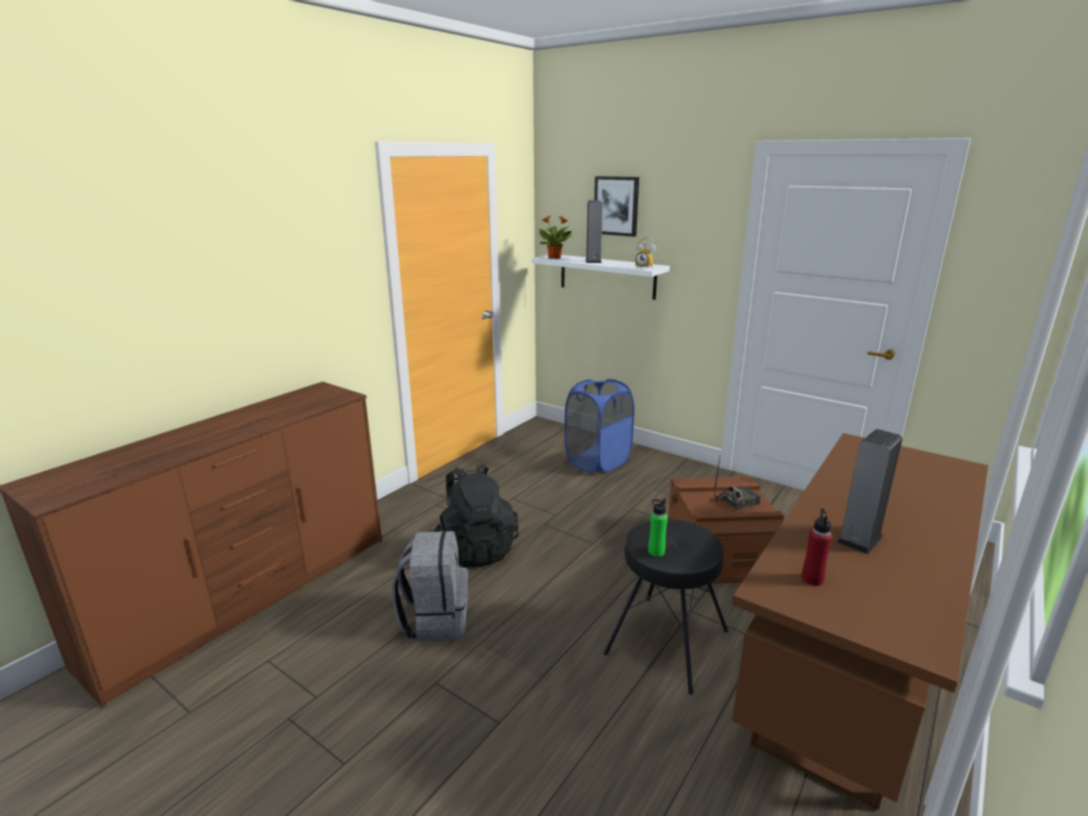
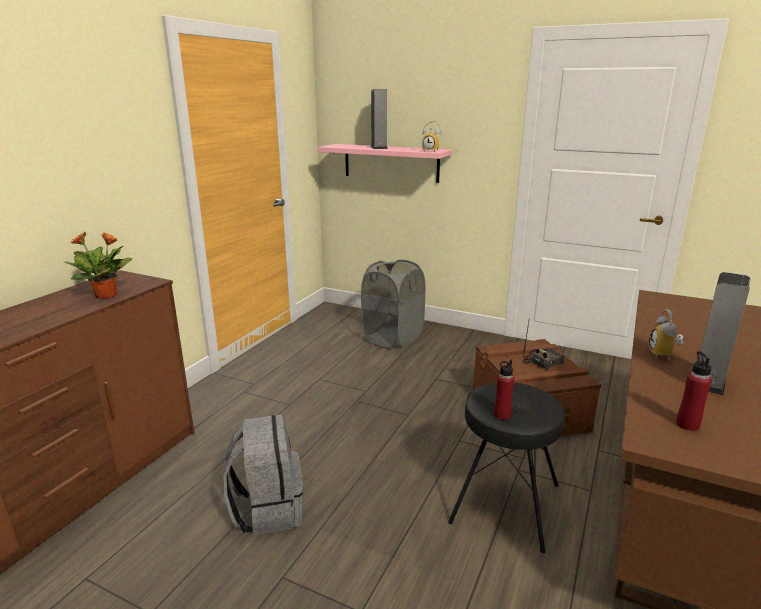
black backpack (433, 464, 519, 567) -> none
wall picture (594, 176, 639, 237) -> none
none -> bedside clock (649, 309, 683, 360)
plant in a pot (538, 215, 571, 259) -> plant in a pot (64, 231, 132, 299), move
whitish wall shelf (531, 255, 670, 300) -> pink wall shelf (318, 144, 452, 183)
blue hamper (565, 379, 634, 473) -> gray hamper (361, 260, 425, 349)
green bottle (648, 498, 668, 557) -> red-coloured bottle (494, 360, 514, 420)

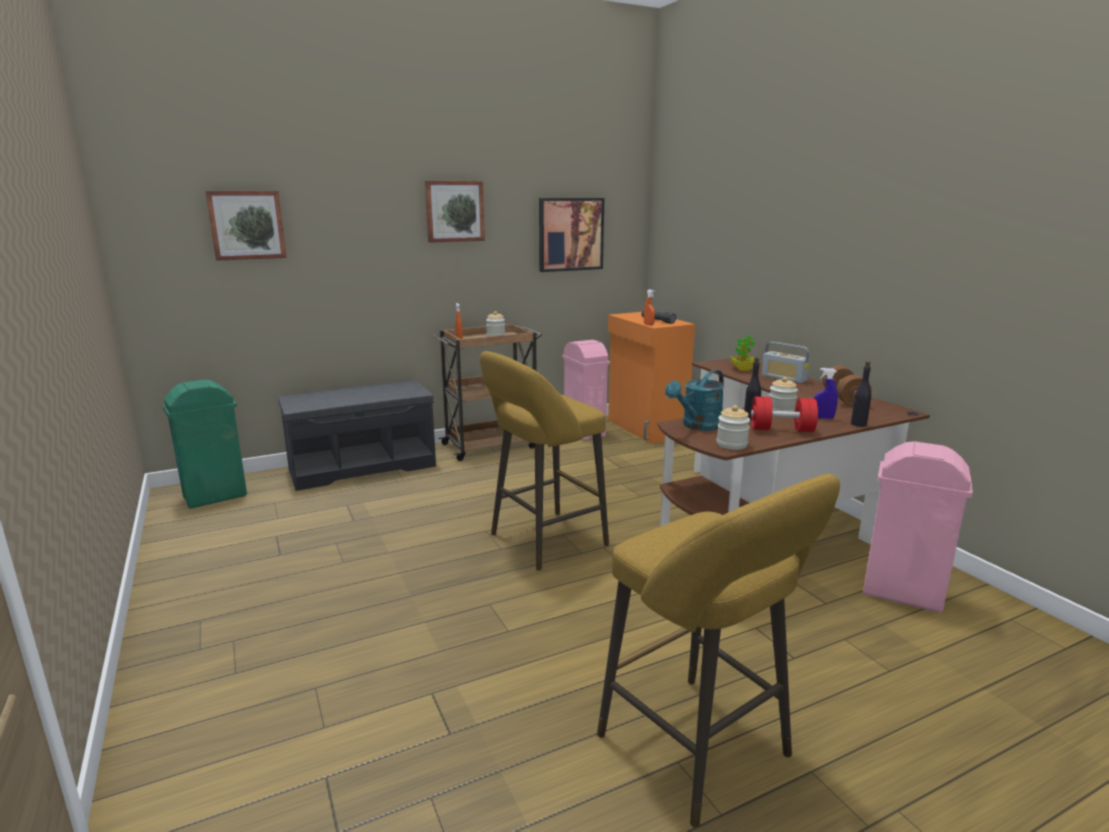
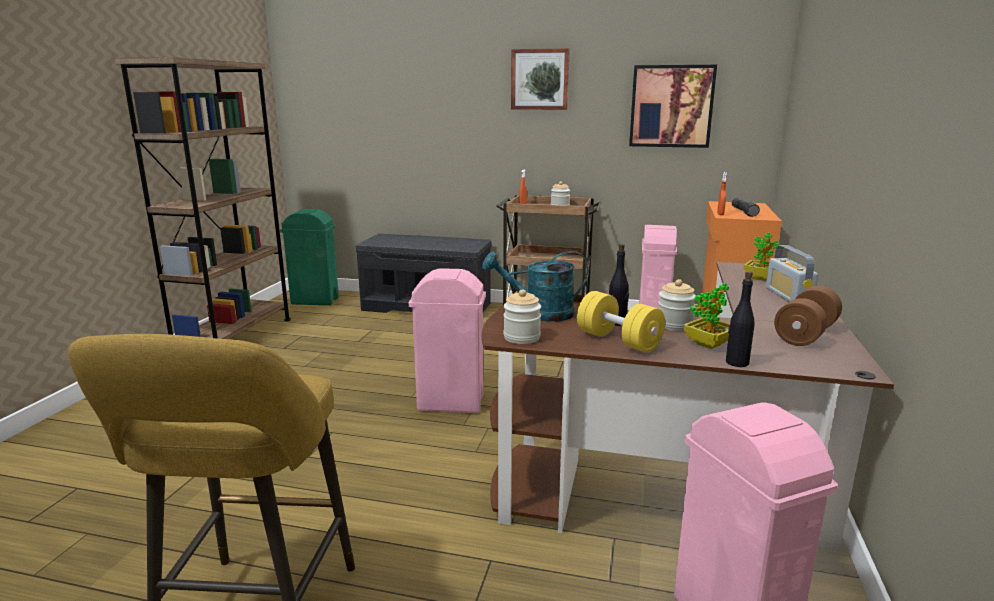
wall picture (205, 191, 287, 261) -> none
none -> brownish bookcase (115, 57, 291, 339)
yellow stool seat (480, 351, 609, 571) -> pink rubbish bin (409, 268, 486, 413)
blue sprayer (814, 368, 838, 419) -> plant in a pot (683, 283, 730, 349)
red-coloured dumbbell (751, 396, 818, 432) -> yellow dumbbell (577, 291, 665, 353)

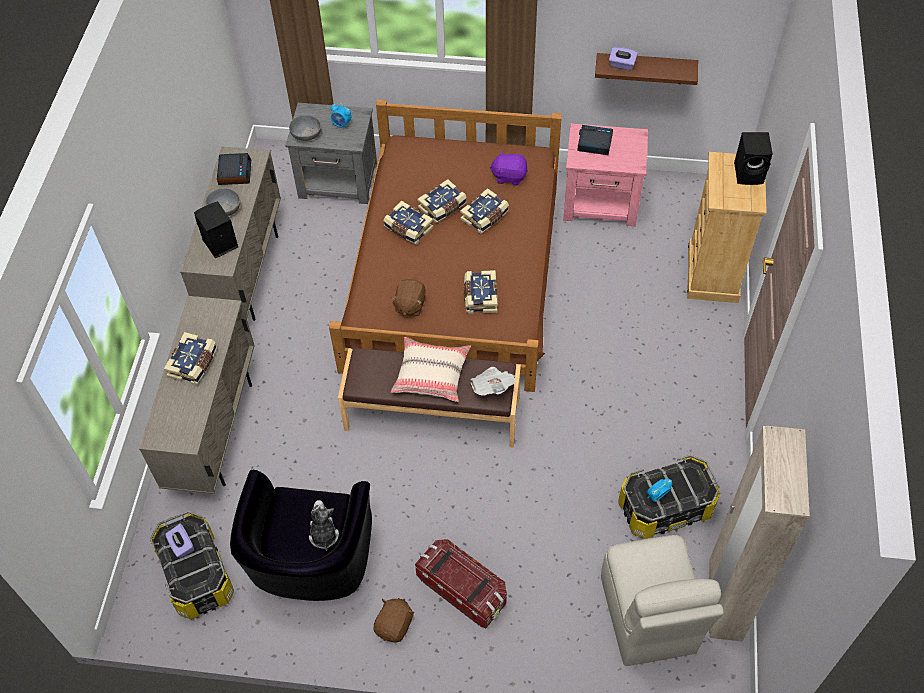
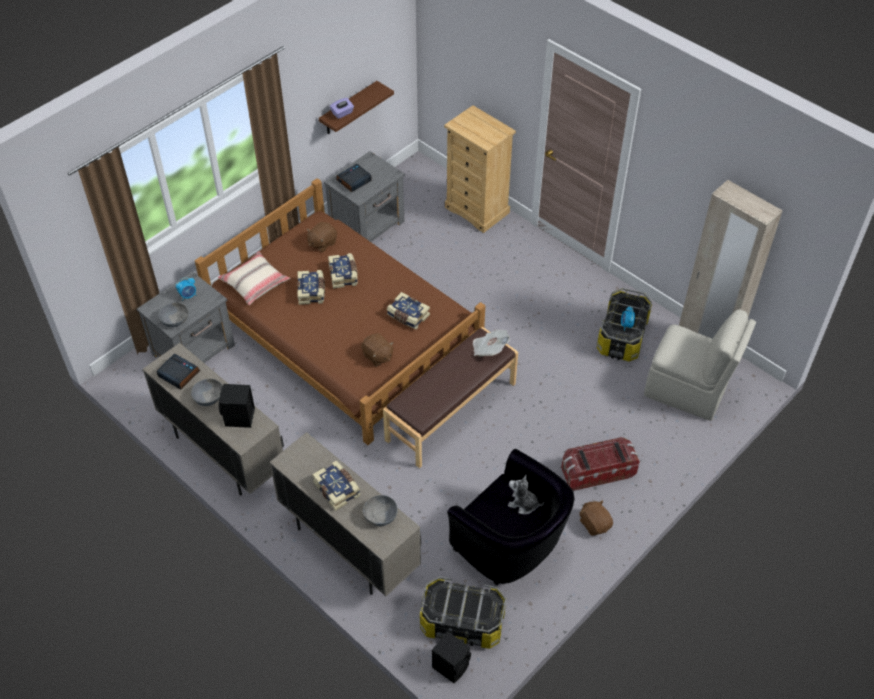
purple tissue holder (165, 524, 194, 558) -> none
bound book (383, 201, 434, 245) -> none
none -> gray serving bowl (363, 495, 398, 526)
beige-coloured cushion (391, 337, 471, 402) -> beige-coloured cushion (218, 251, 290, 305), move
black speaker (734, 132, 773, 185) -> black speaker (432, 631, 471, 683), move
purple plush toy (490, 151, 528, 185) -> brownish plush toy (307, 222, 337, 252)
pink bedside table (563, 123, 648, 227) -> gray bedside table (324, 151, 405, 242)

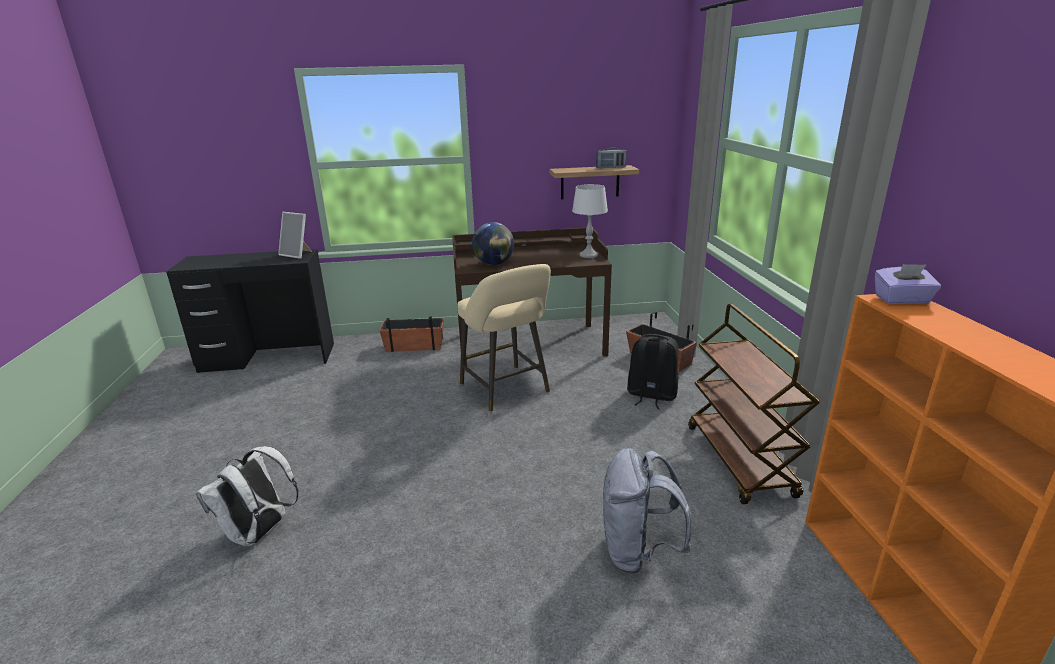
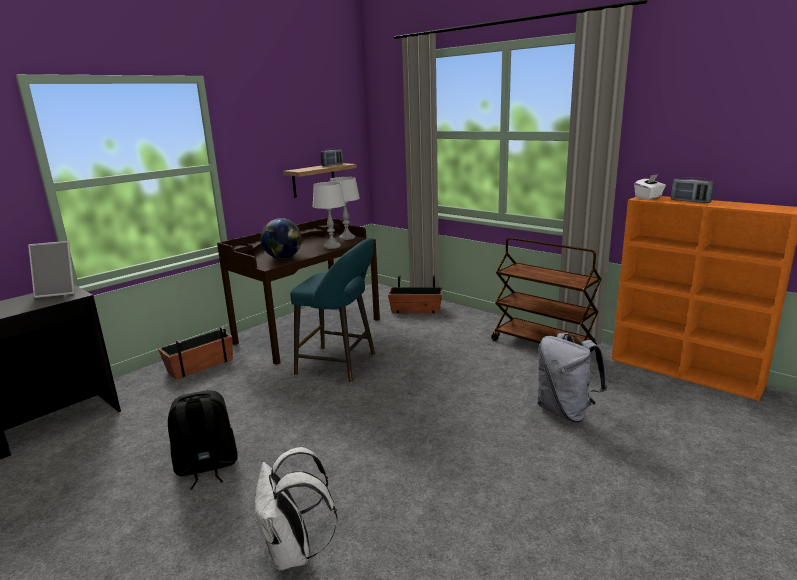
none -> gray tabletop lamp (312, 182, 345, 249)
none -> radio receiver (671, 177, 714, 203)
black backpack (627, 334, 679, 409) -> black backpack (168, 390, 238, 490), move
beige-coloured stool seat (458, 264, 551, 412) -> turquoise-coloured stool seat (290, 238, 375, 383)
purple tissue holder (875, 264, 941, 304) -> whitish tissue holder (634, 174, 666, 199)

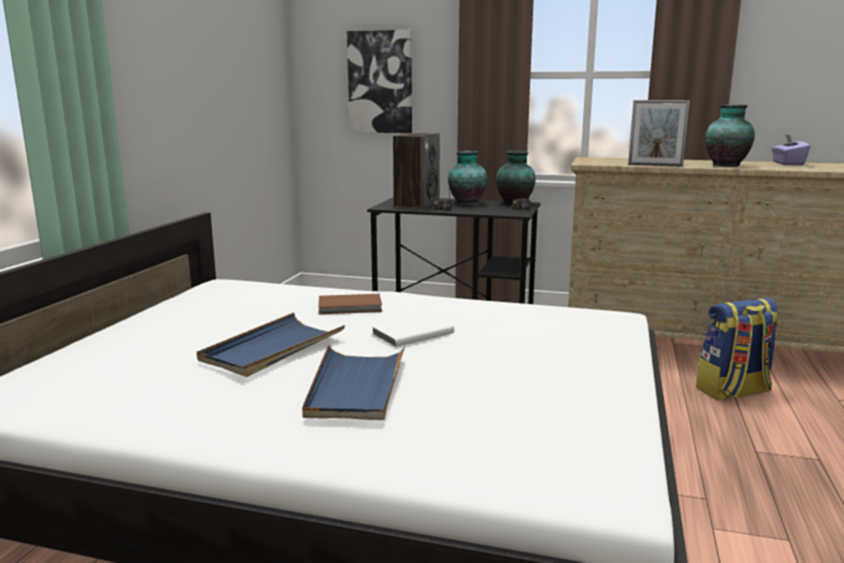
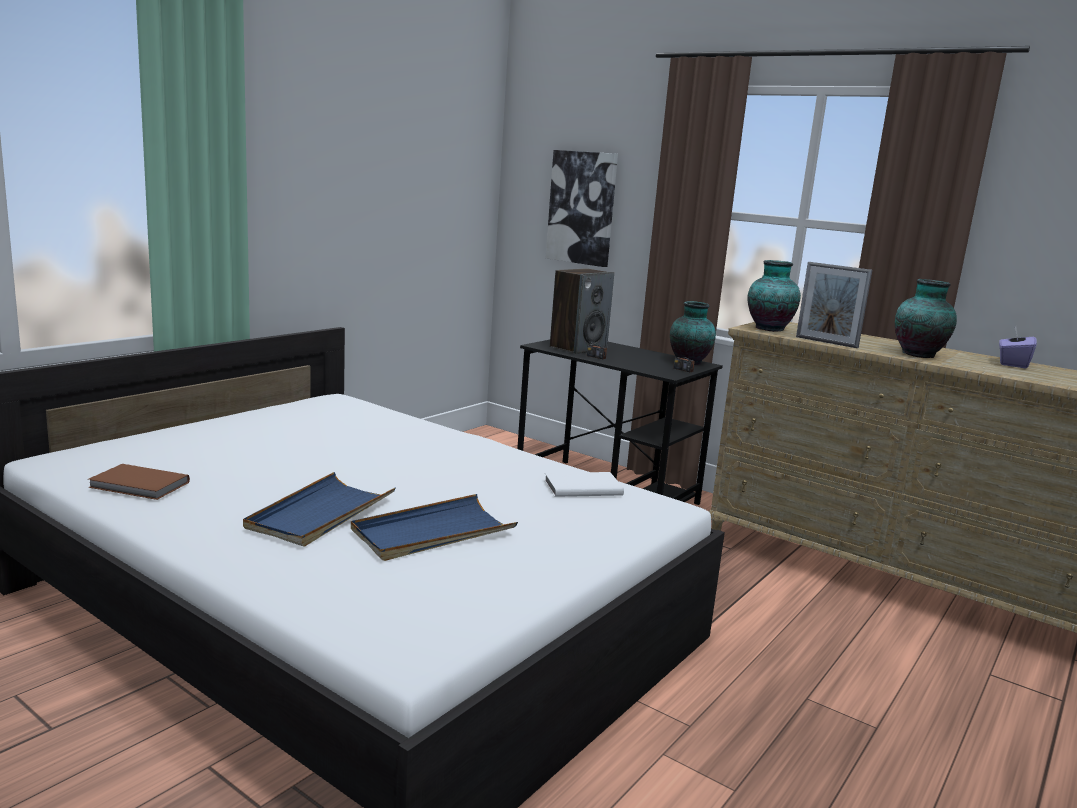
backpack (696, 298, 779, 400) -> none
blue tray (197, 313, 345, 377) -> blue tray (351, 494, 518, 561), move
brownish bound book (318, 294, 382, 314) -> brownish bound book (88, 464, 190, 500), move
whitish bound book (371, 314, 454, 347) -> whitish bound book (544, 472, 624, 497), move
decorative vase (448, 151, 487, 205) -> decorative vase (747, 260, 801, 332), move

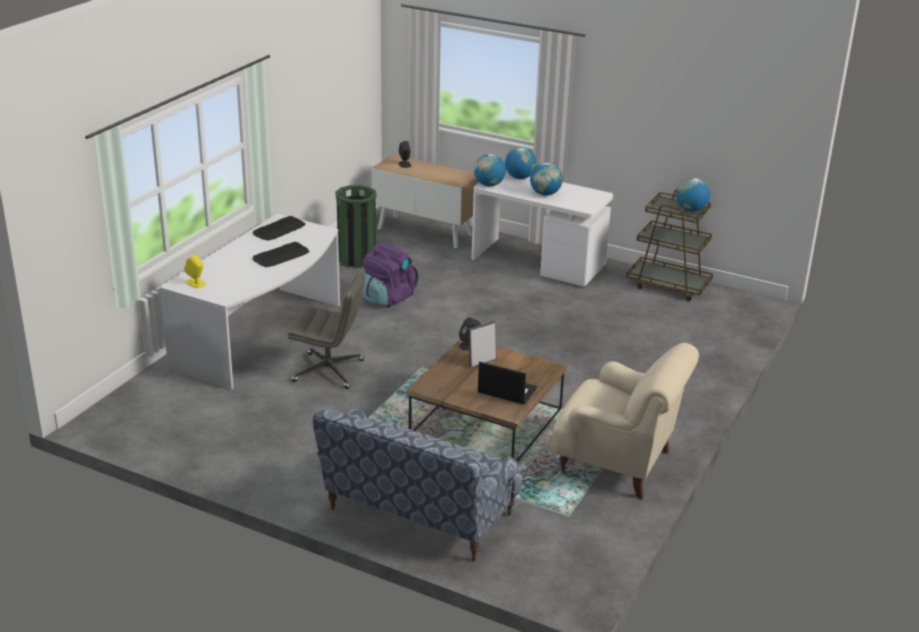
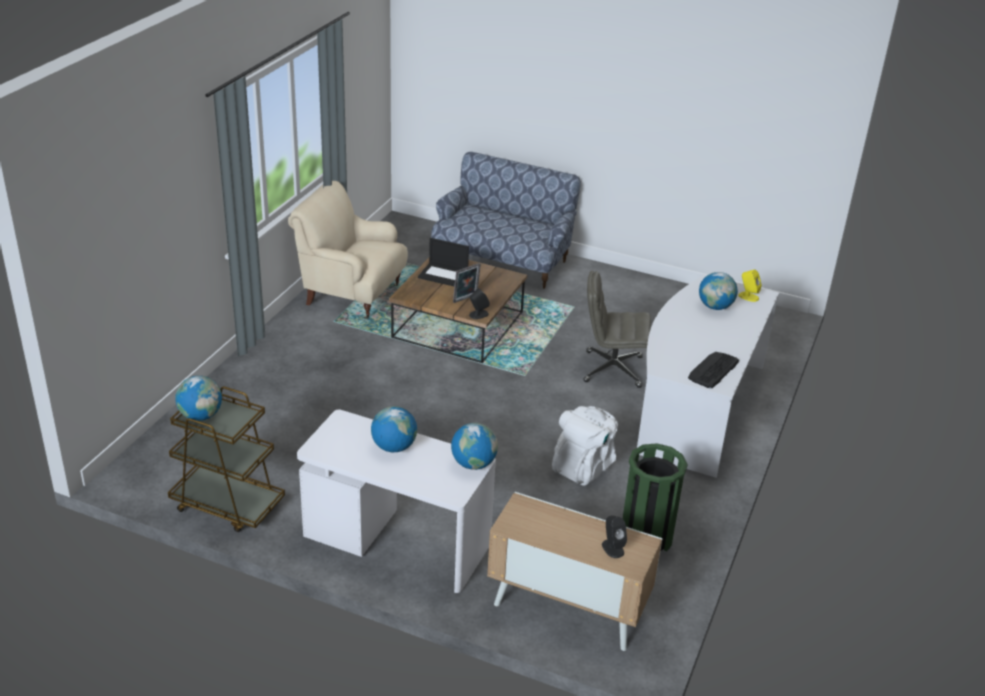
computer keyboard (253, 242, 309, 267) -> none
desk globe (505, 147, 537, 179) -> desk globe (699, 272, 738, 310), move
purple backpack (363, 243, 418, 307) -> whitish backpack (552, 406, 618, 486)

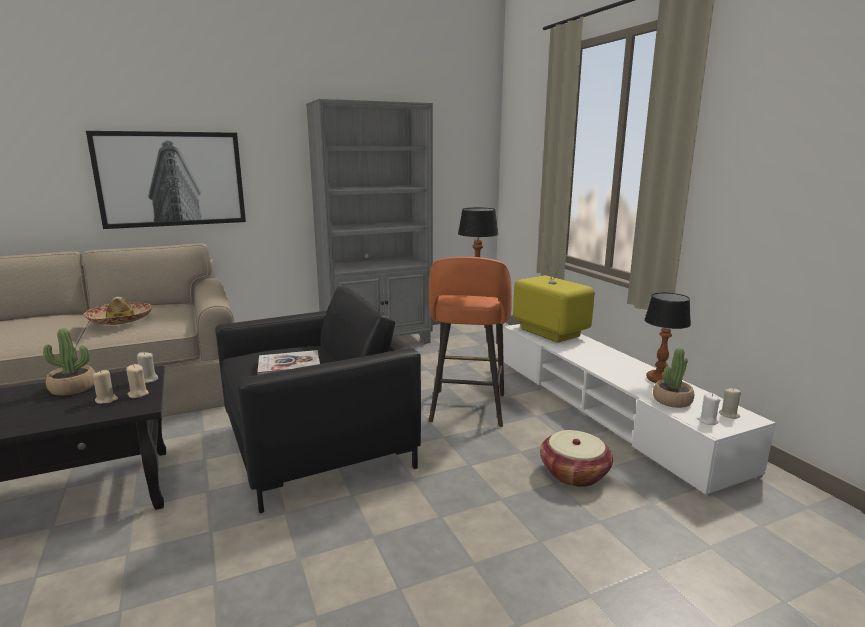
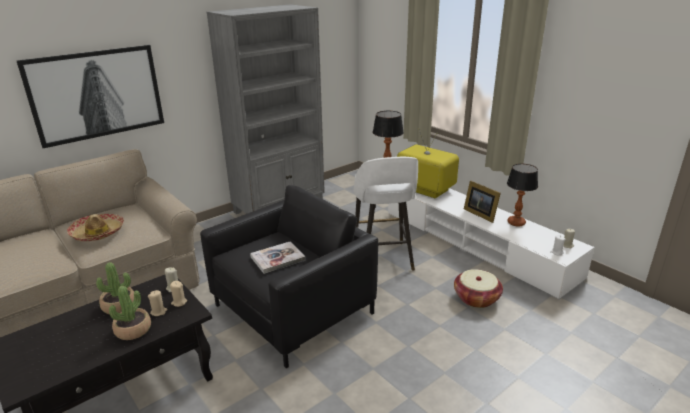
none -> photo frame (464, 181, 501, 223)
plant in a pot (653, 348, 694, 408) -> plant in a pot (109, 286, 151, 340), move
orange stool seat (429, 257, 512, 427) -> whitish stool seat (354, 157, 418, 271)

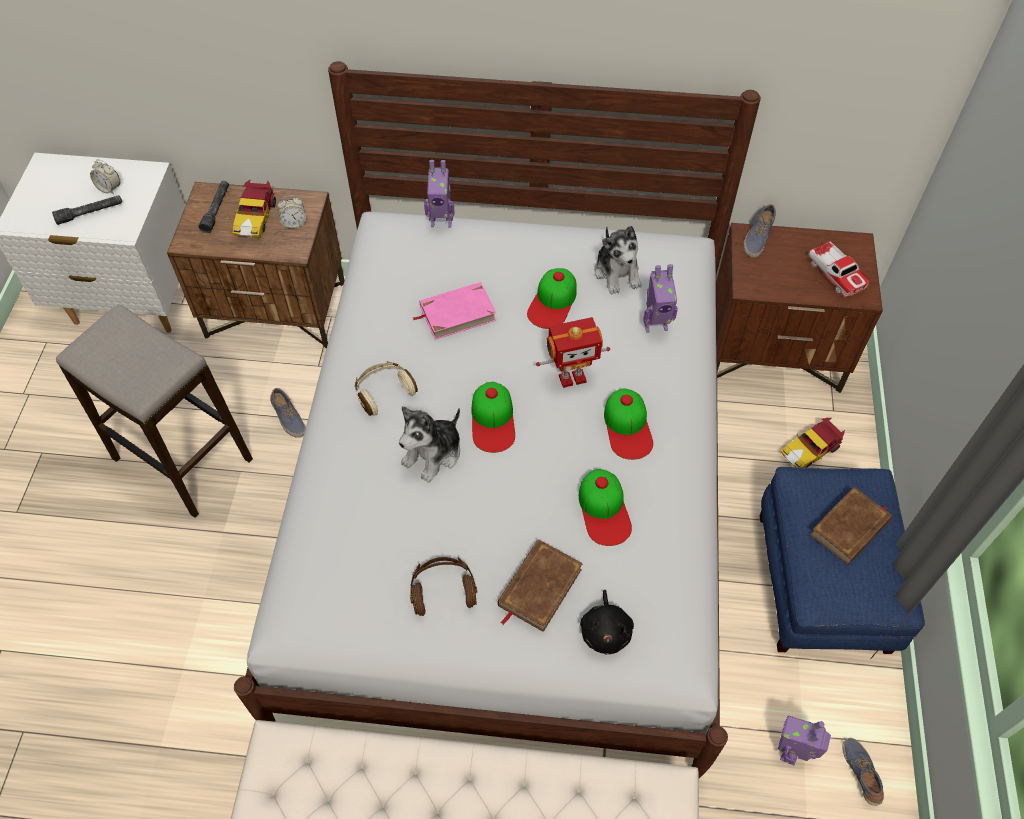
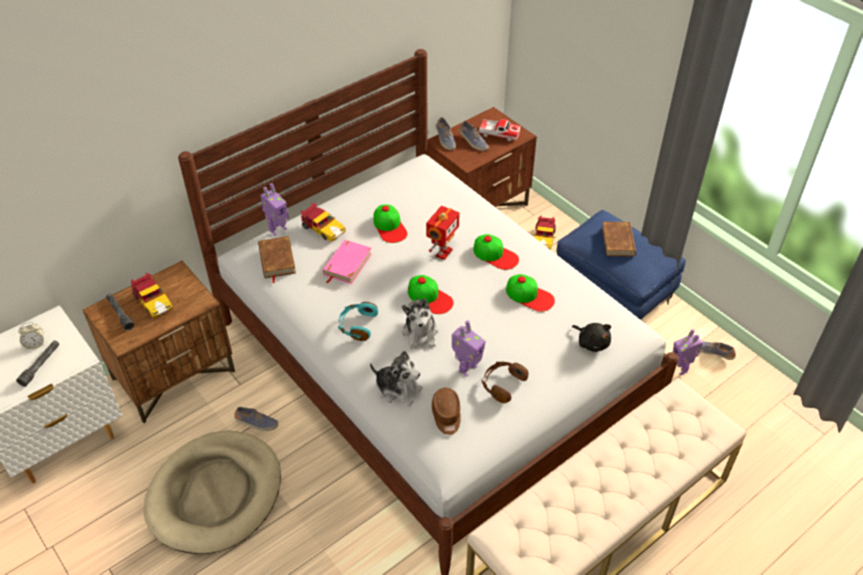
bedside clock (278, 196, 306, 229) -> none
none -> toy car (301, 203, 346, 242)
none -> brownish cap (432, 388, 461, 435)
none -> low shoe (459, 121, 489, 151)
brownish bound book (497, 539, 583, 632) -> brownish bound book (258, 236, 296, 283), move
plush toy (594, 226, 642, 295) -> plush toy (370, 351, 423, 407), move
model robot (643, 264, 678, 333) -> model robot (452, 320, 486, 377), move
stool seat (56, 305, 253, 518) -> beige-coloured dog cushion (144, 431, 281, 554)
beige-coloured headphones (355, 361, 418, 416) -> turquoise-coloured headphones (338, 302, 378, 341)

